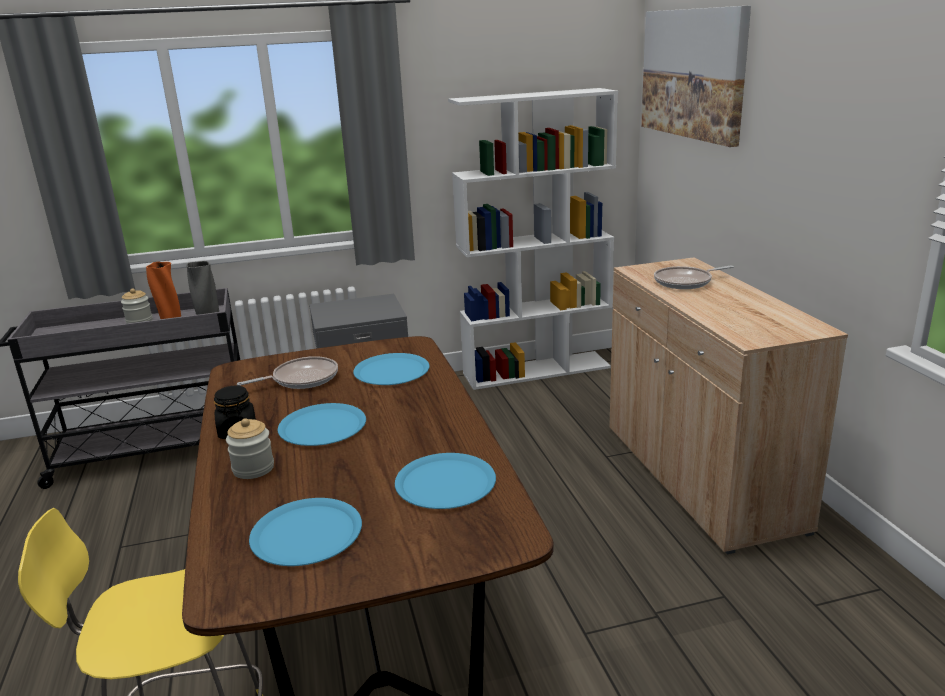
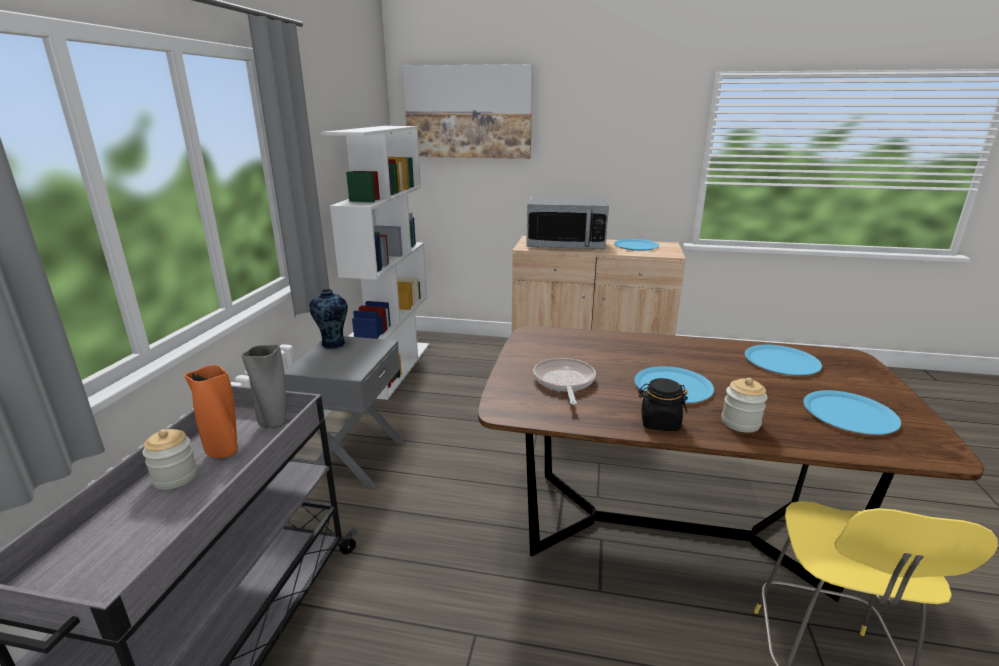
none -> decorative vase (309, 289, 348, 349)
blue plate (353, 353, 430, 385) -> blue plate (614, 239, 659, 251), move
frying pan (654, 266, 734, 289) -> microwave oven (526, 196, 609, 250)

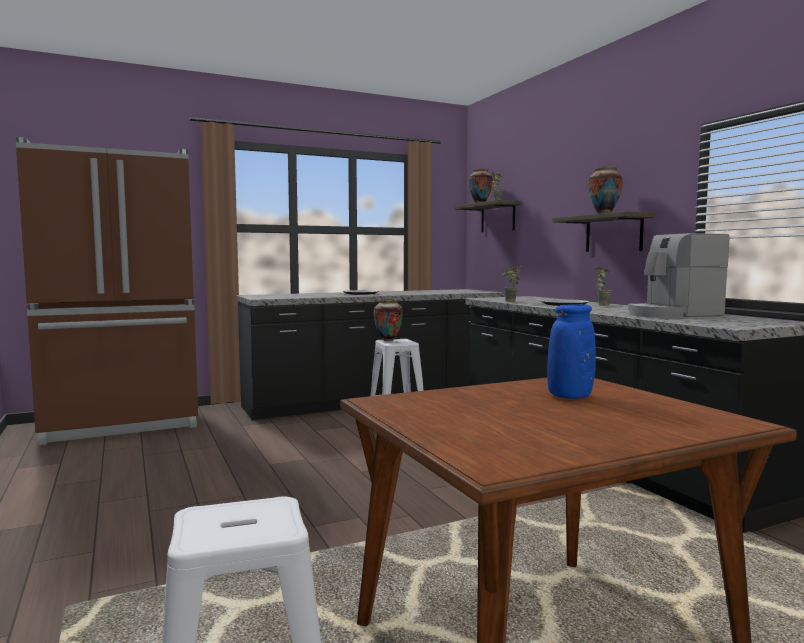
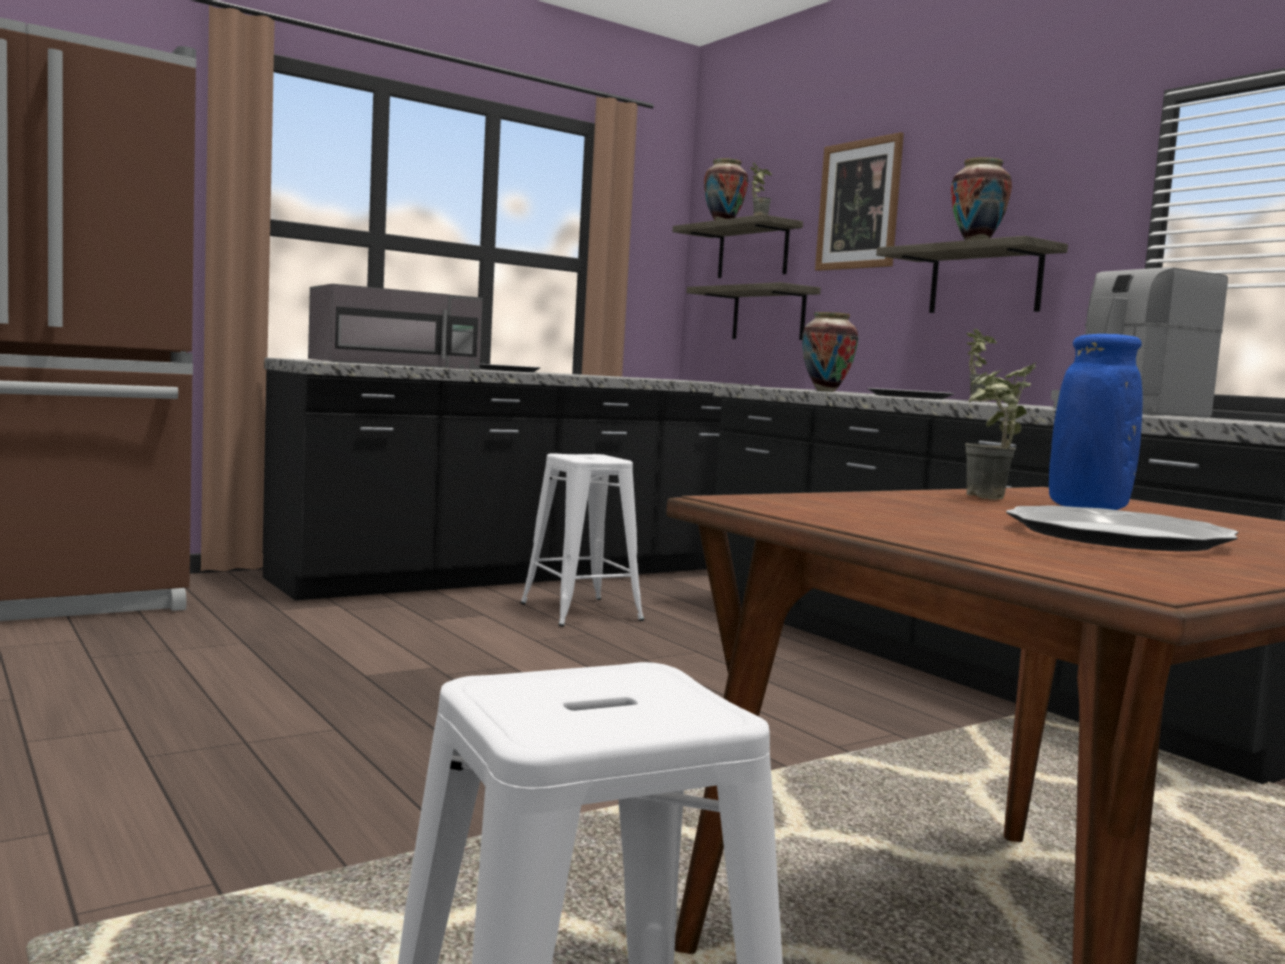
none -> gray microwave oven (308, 284, 483, 370)
none -> wall shelf (687, 282, 821, 340)
none -> wall picture (815, 132, 904, 271)
none -> plate (1006, 505, 1238, 551)
decorative vase (373, 299, 403, 341) -> decorative vase (802, 312, 858, 392), move
plant in a pot (502, 265, 522, 302) -> plant in a pot (965, 362, 1036, 500), move

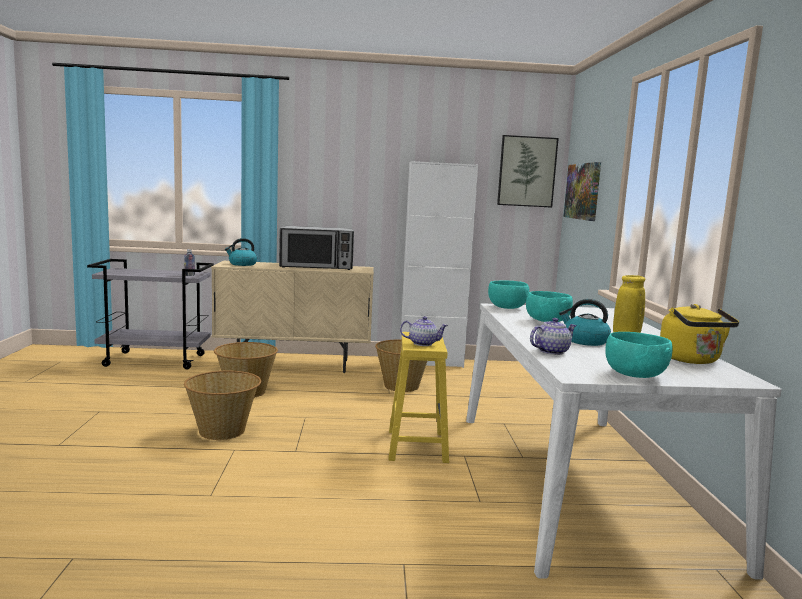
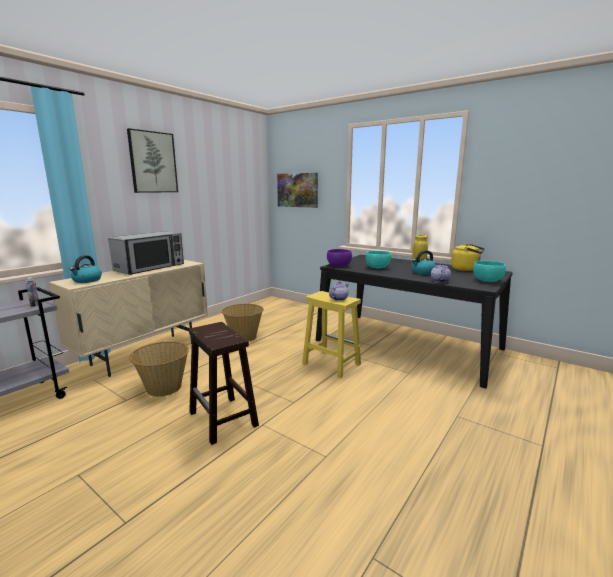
whitish storage cabinet (400, 161, 478, 368) -> none
wall picture (497, 135, 559, 208) -> wall picture (127, 128, 178, 193), move
basket (184, 371, 261, 440) -> brownish stool seat (189, 322, 259, 445)
whitish kitchen table (466, 303, 782, 580) -> black kitchen table (316, 255, 513, 388)
turquoise-coloured serving bowl (488, 280, 529, 309) -> purple serving bowl (327, 249, 352, 267)

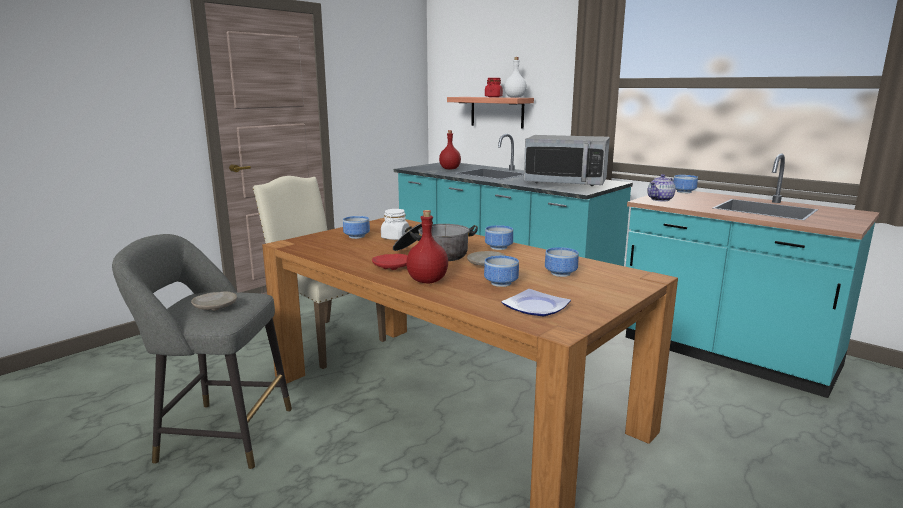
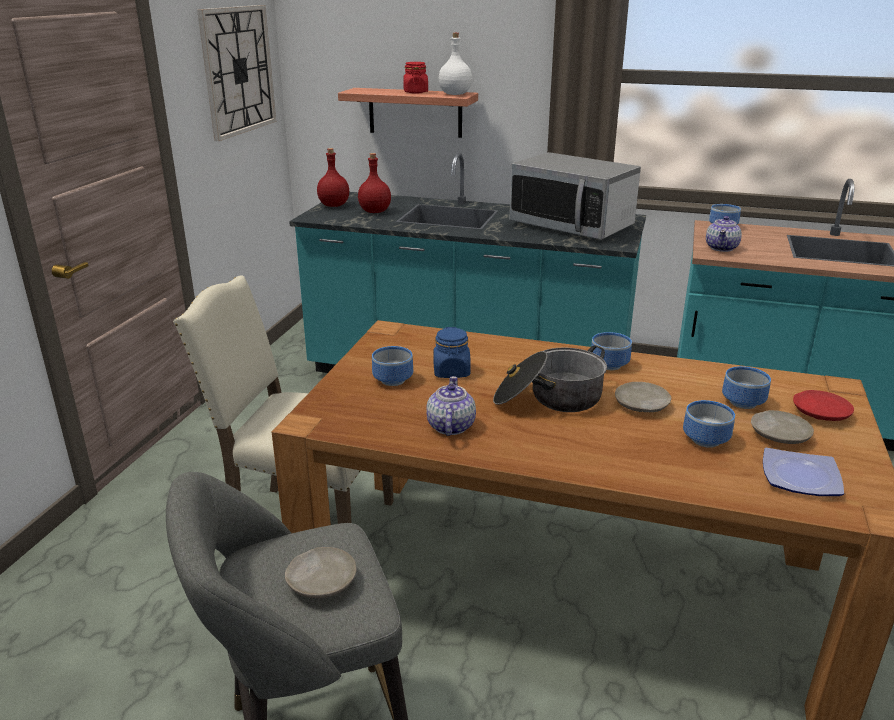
none -> hanging clock (197, 5, 276, 141)
none -> tea pot (426, 376, 476, 436)
none -> beige-coloured plate (751, 410, 814, 444)
red-coloured plate (372, 254, 408, 270) -> red-coloured plate (793, 390, 854, 421), move
red-coloured bottle (406, 210, 448, 284) -> red-coloured bottle (317, 148, 349, 207), move
whitish storage jar (381, 209, 410, 240) -> blue storage jar (433, 327, 471, 378)
microwave oven (524, 135, 610, 186) -> microwave oven (509, 152, 641, 240), 45 degrees clockwise

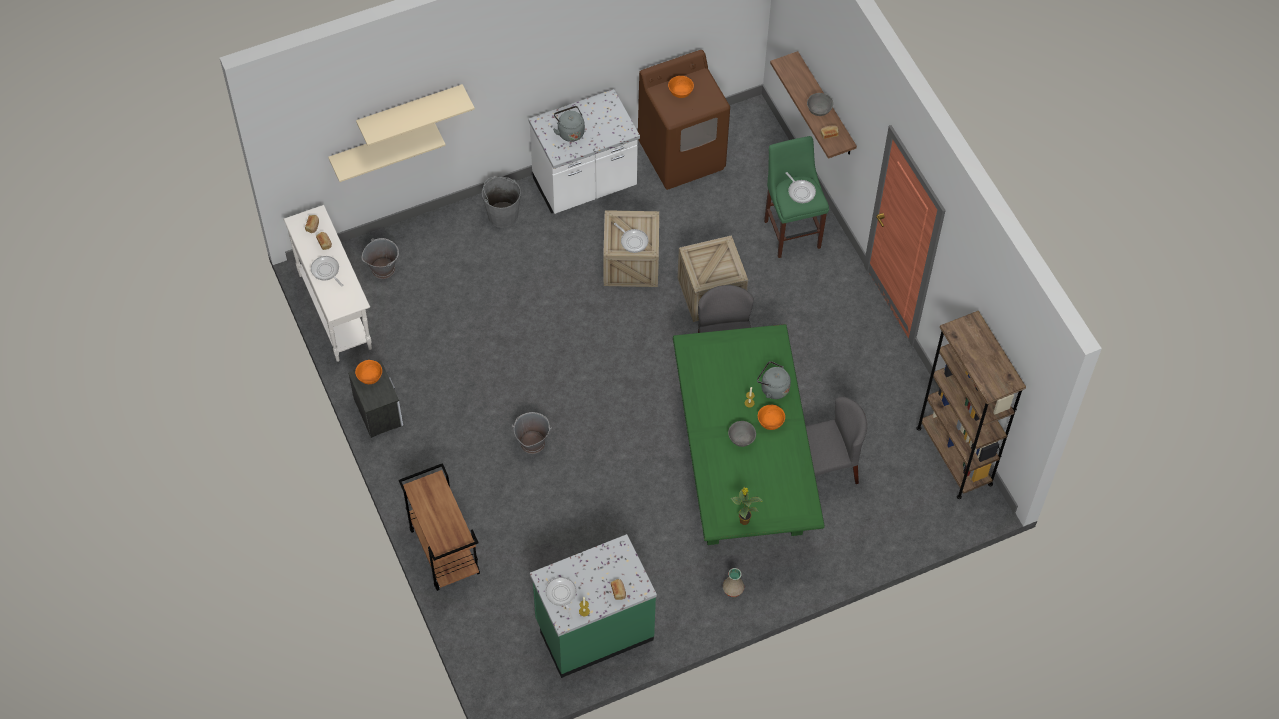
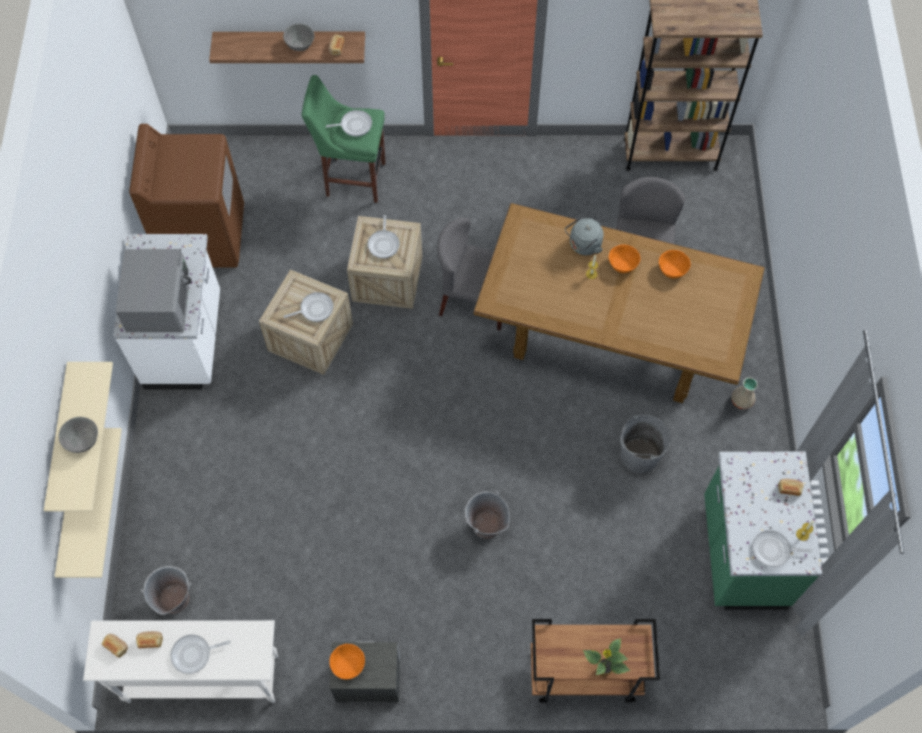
none -> frying pan (368, 215, 400, 259)
gray pail (482, 177, 521, 228) -> gray pail (620, 414, 671, 473), move
orange serving bowl (668, 76, 694, 98) -> orange serving bowl (659, 250, 691, 279), move
gray serving bowl (728, 421, 756, 447) -> gray serving bowl (58, 417, 98, 453), move
plant in a pot (731, 487, 763, 525) -> plant in a pot (583, 638, 630, 676), move
gray tea kettle (553, 106, 585, 142) -> gray microwave oven (116, 249, 192, 332)
green kitchen table (673, 324, 825, 545) -> brownish kitchen table (474, 203, 765, 403)

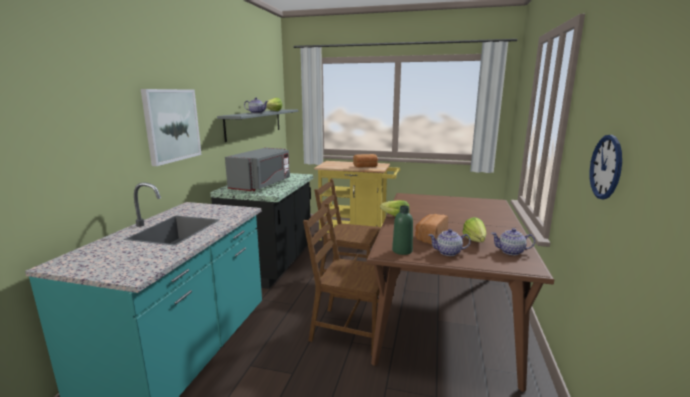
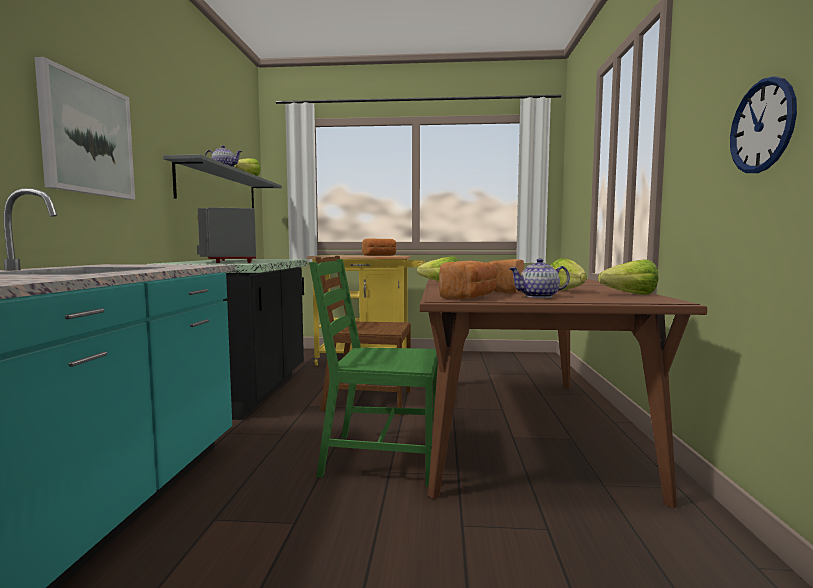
green bottle (392, 205, 413, 255) -> bread (439, 261, 497, 299)
tea pot (491, 228, 535, 255) -> head of lettuce (598, 260, 658, 295)
brownish chair (303, 203, 380, 356) -> green chair (309, 259, 438, 486)
gray microwave oven (225, 148, 290, 191) -> gray microwave oven (197, 207, 256, 263), 150 degrees clockwise

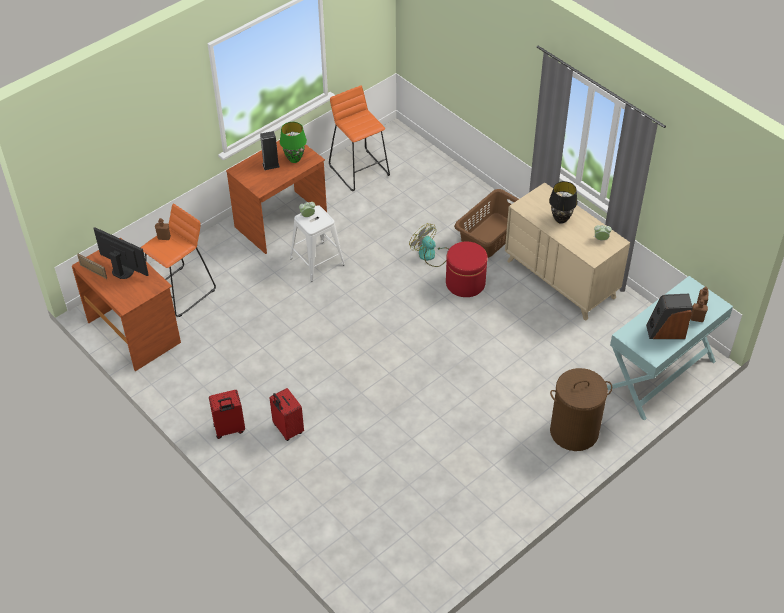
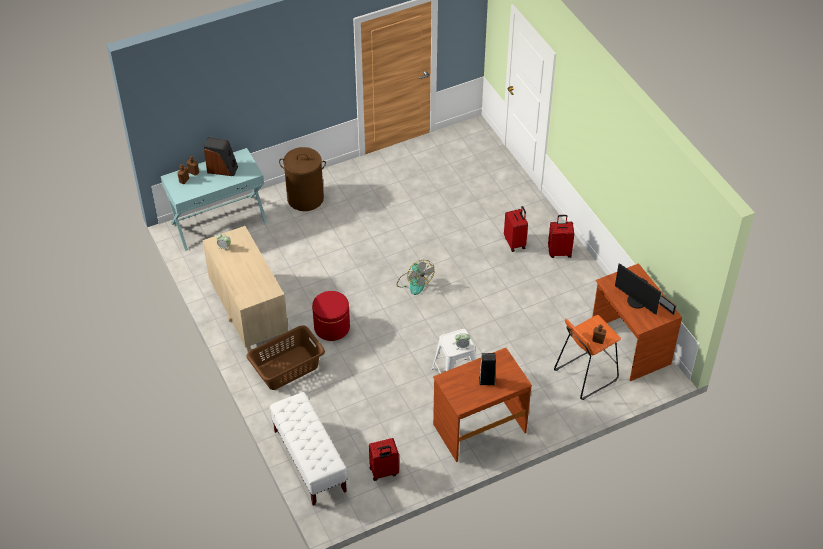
green tabletop lamp (280, 122, 307, 163) -> none
black tabletop lamp (549, 181, 578, 224) -> none
none -> whitish long seat (270, 392, 347, 506)
electric fan (409, 223, 449, 267) -> electric fan (397, 260, 434, 295), move
orange stool seat (329, 86, 390, 191) -> red-coloured travel case (369, 438, 399, 481)

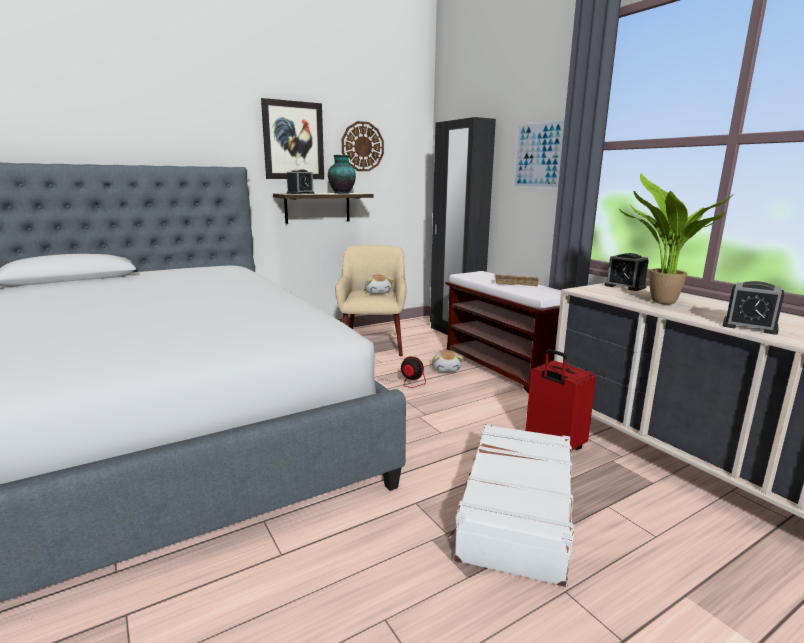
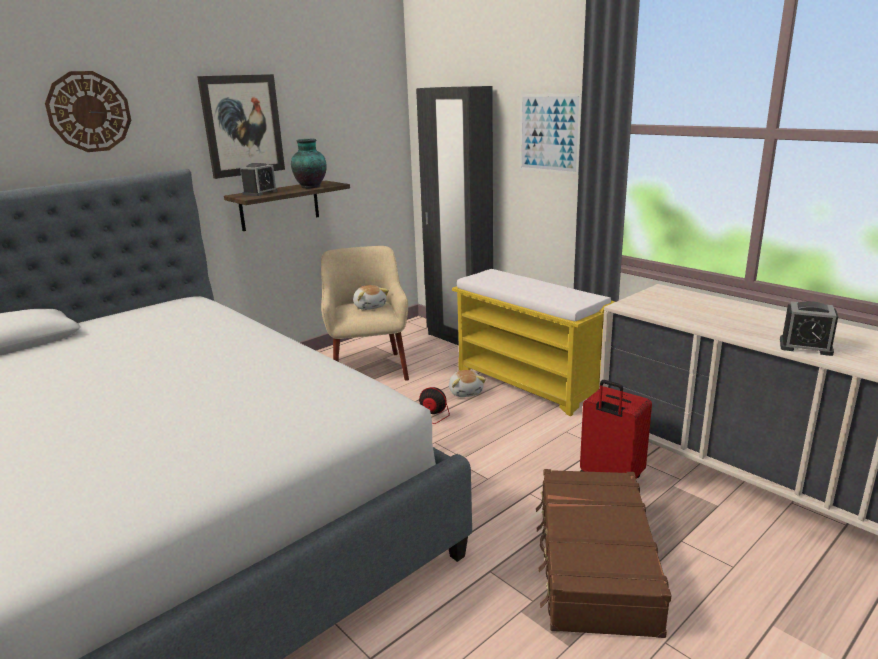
beige-coloured tray (494, 274, 540, 286) -> none
bedside clock (604, 253, 649, 291) -> none
plant in a pot (619, 174, 734, 304) -> none
hanging clock (342, 121, 384, 171) -> hanging clock (45, 71, 131, 152), move
brownish long seat (445, 271, 561, 395) -> yellow long seat (452, 269, 615, 416)
whitish travel case (449, 424, 574, 587) -> brownish travel case (536, 469, 672, 638)

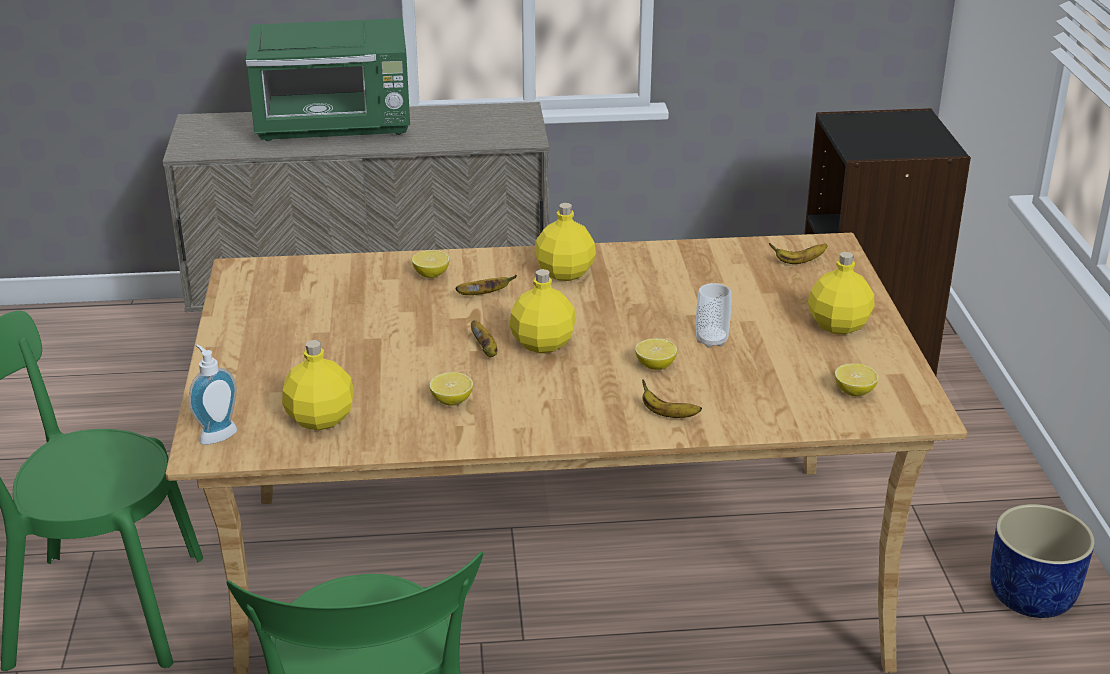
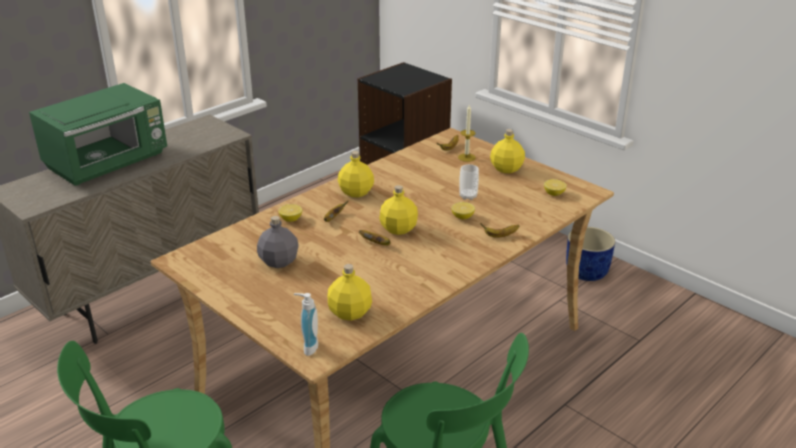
lemon (429, 372, 473, 406) -> none
none -> gray bottle (257, 216, 299, 268)
none -> wax light (458, 105, 476, 162)

